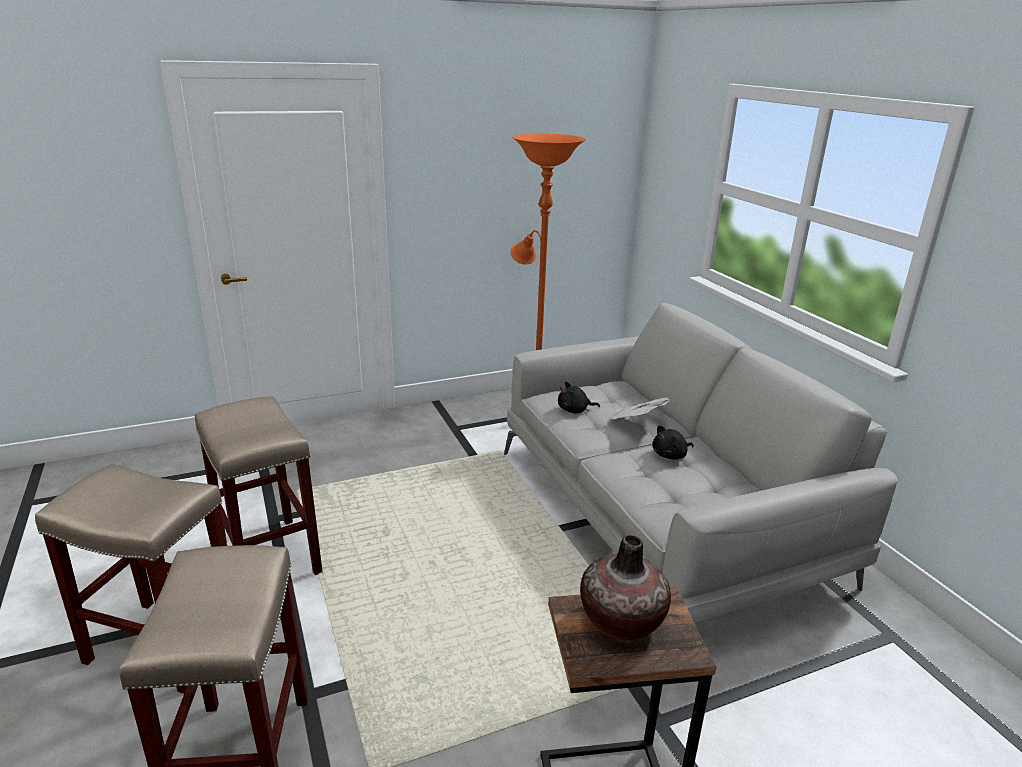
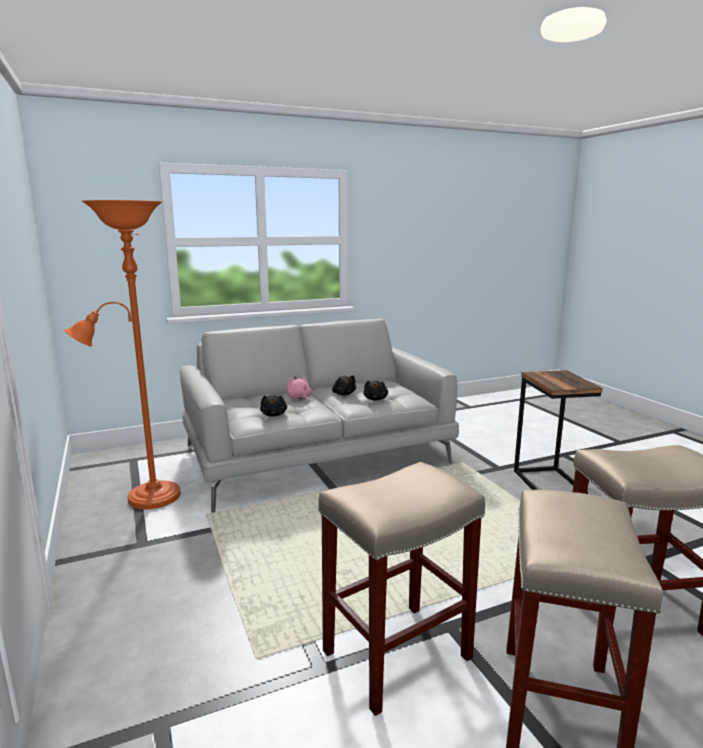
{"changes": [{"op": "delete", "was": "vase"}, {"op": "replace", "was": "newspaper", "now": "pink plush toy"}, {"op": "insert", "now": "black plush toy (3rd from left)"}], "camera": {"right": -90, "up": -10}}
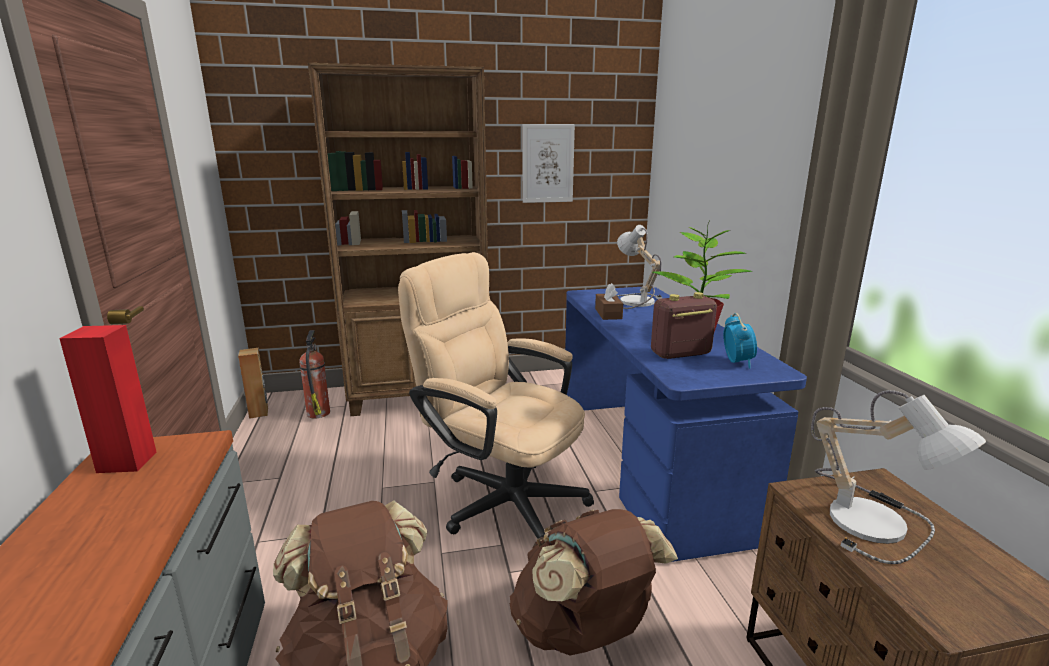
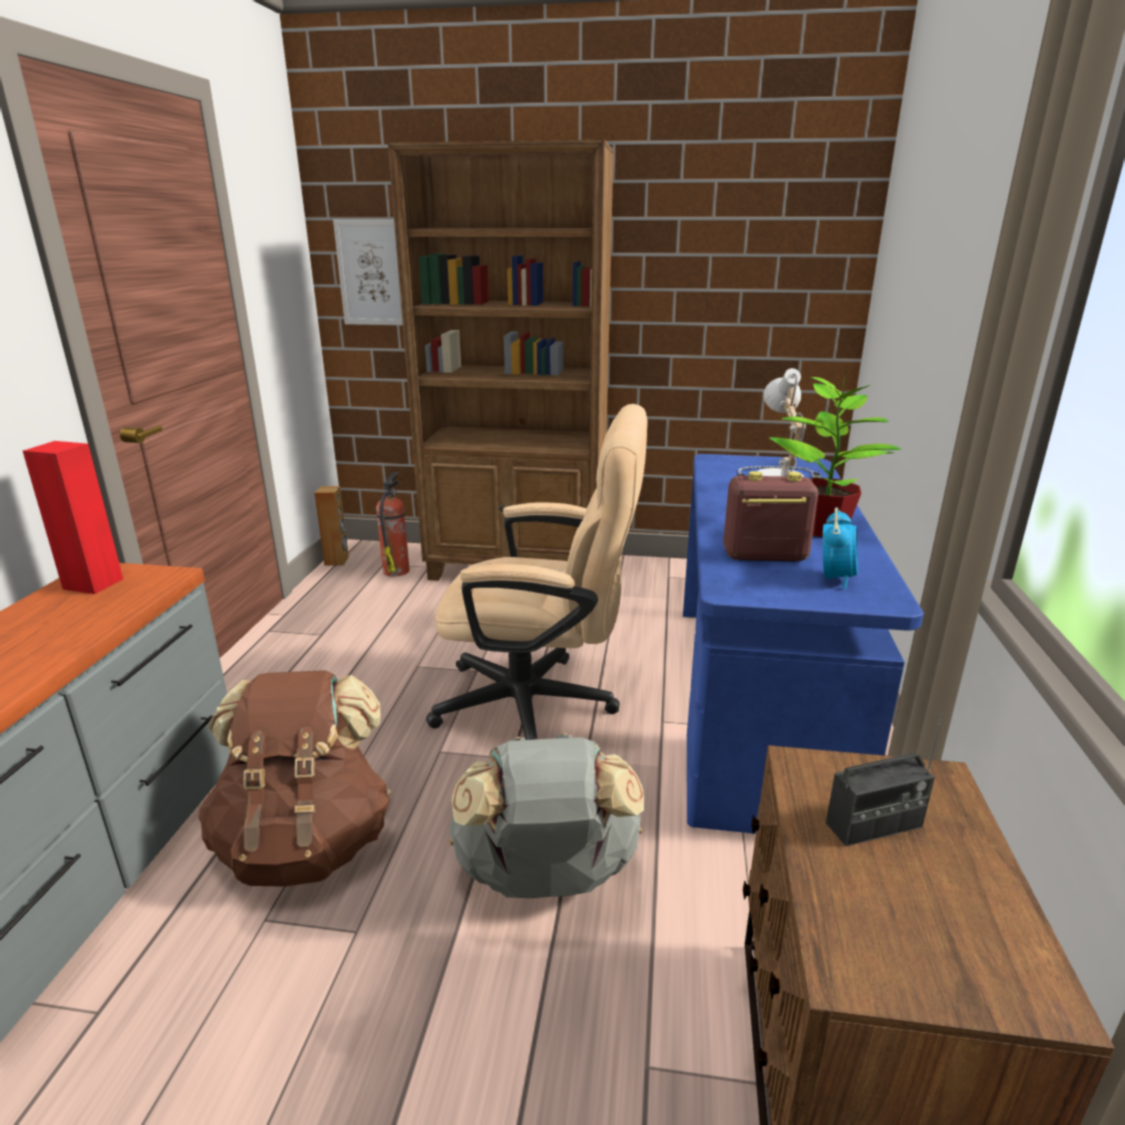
{"changes": [{"op": "rotate", "was": "beige office chair", "clockwise": 135}, {"op": "recolor", "was": "brown backpack (2nd from left)", "now": "grey backpack"}, {"op": "move", "was": "picture"}, {"op": "delete", "was": "brown tissue box"}, {"op": "replace", "was": "table lamp (2nd from left)", "now": "radio (2nd from left)"}], "camera": {"right": 20, "up": 5}}
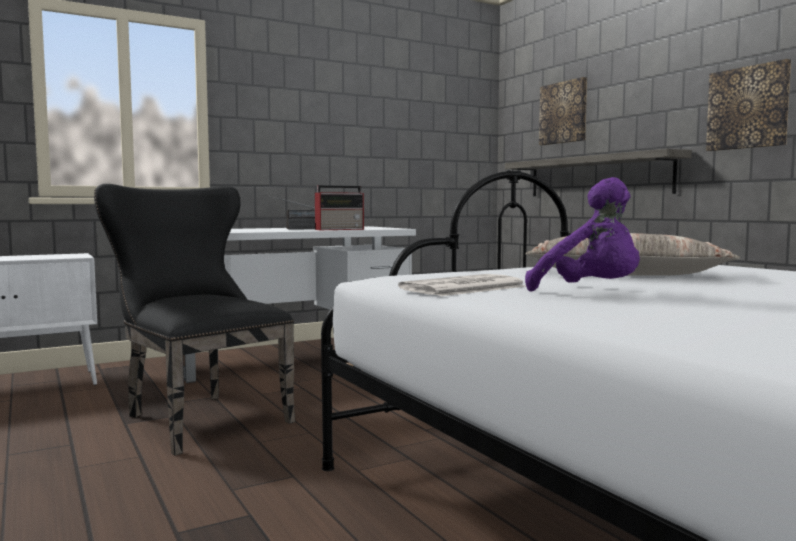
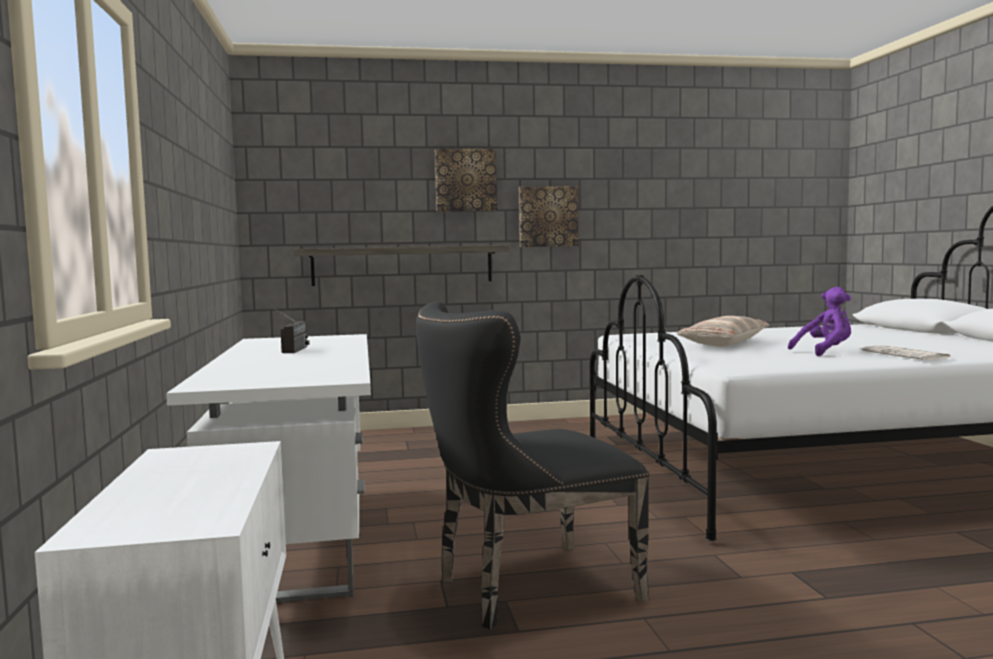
{"changes": [{"op": "delete", "was": "radio (2nd from left)"}, {"op": "move", "was": "newspaper"}, {"op": "move", "was": "picture (1st from left)"}], "camera": {"right": -70, "up": 0}}
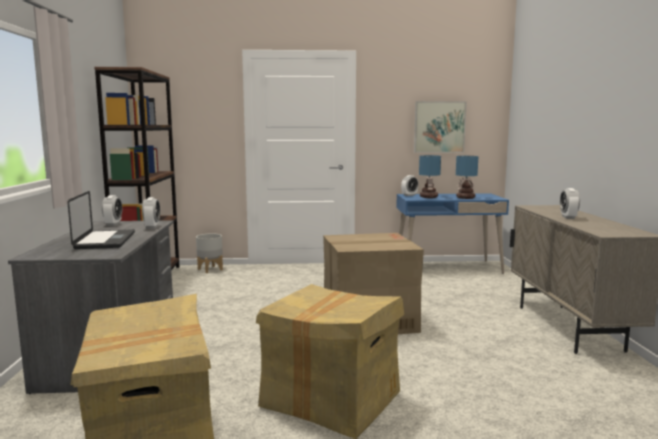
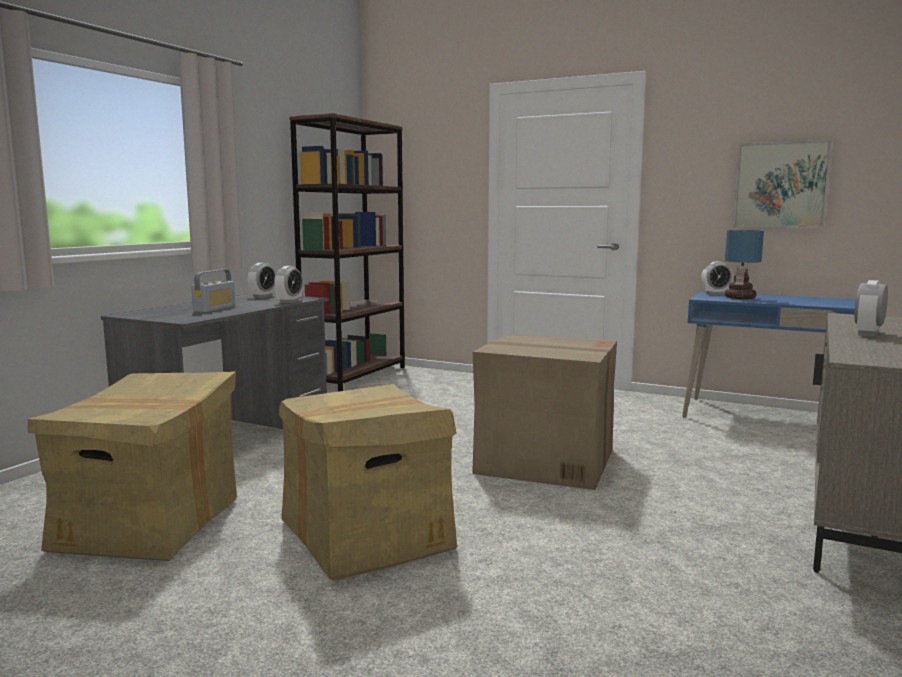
{"changes": [{"op": "replace", "was": "laptop", "now": "radio"}, {"op": "delete", "was": "grey planter"}, {"op": "delete", "was": "table lamp (2nd from left)"}], "camera": {"right": 30, "up": 0}}
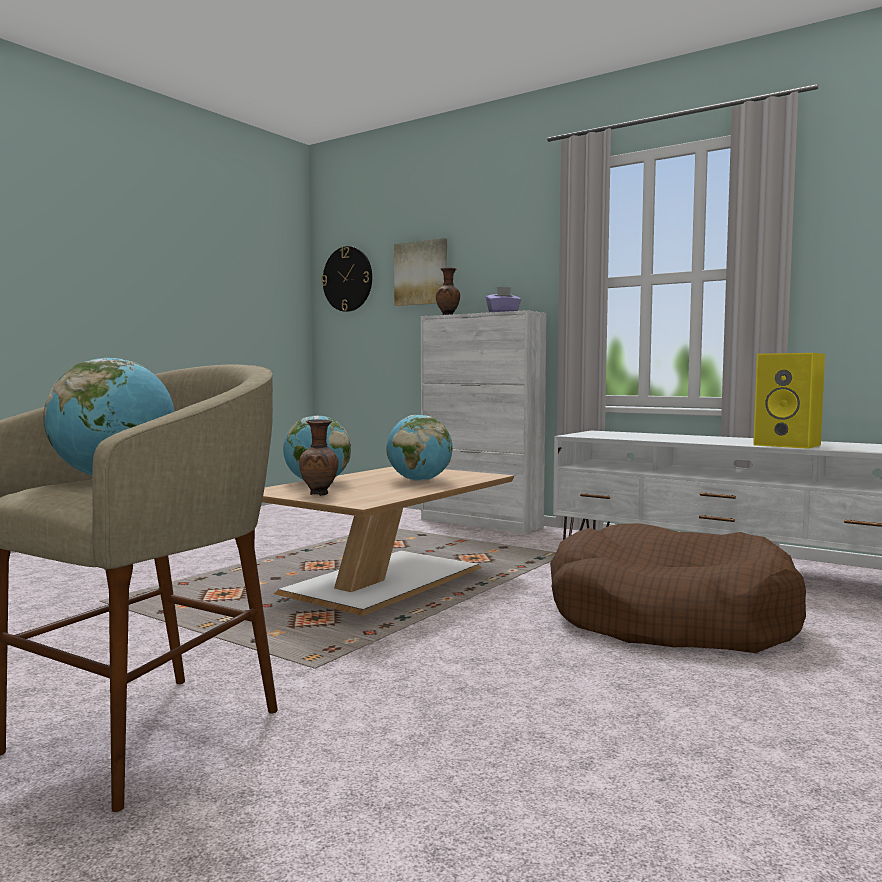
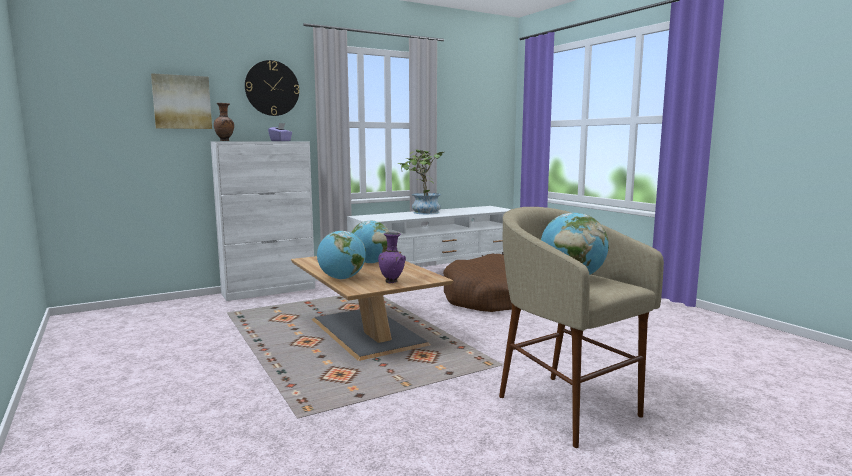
{"changes": [{"op": "recolor", "was": "brown vase (1st from left)", "now": "purple vase"}, {"op": "move", "was": "wall clock"}, {"op": "delete", "was": "yellow speaker"}, {"op": "insert", "now": "potted plant"}], "camera": {"right": -65, "up": 5}}
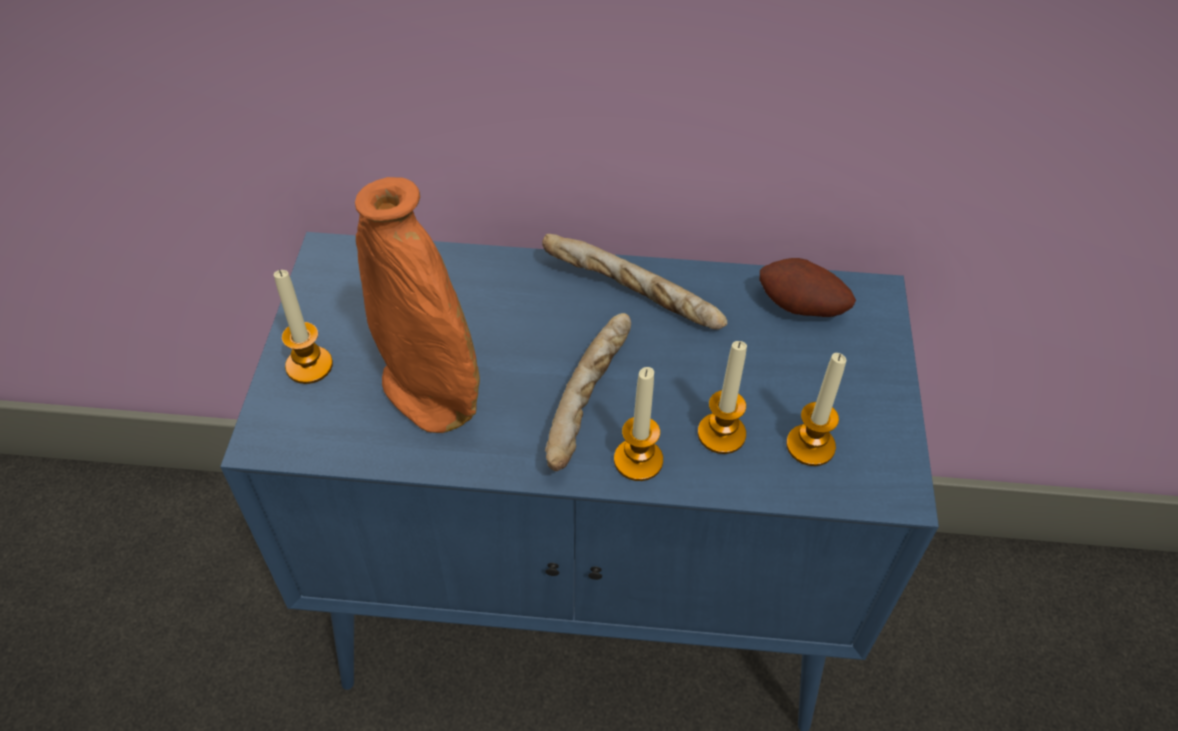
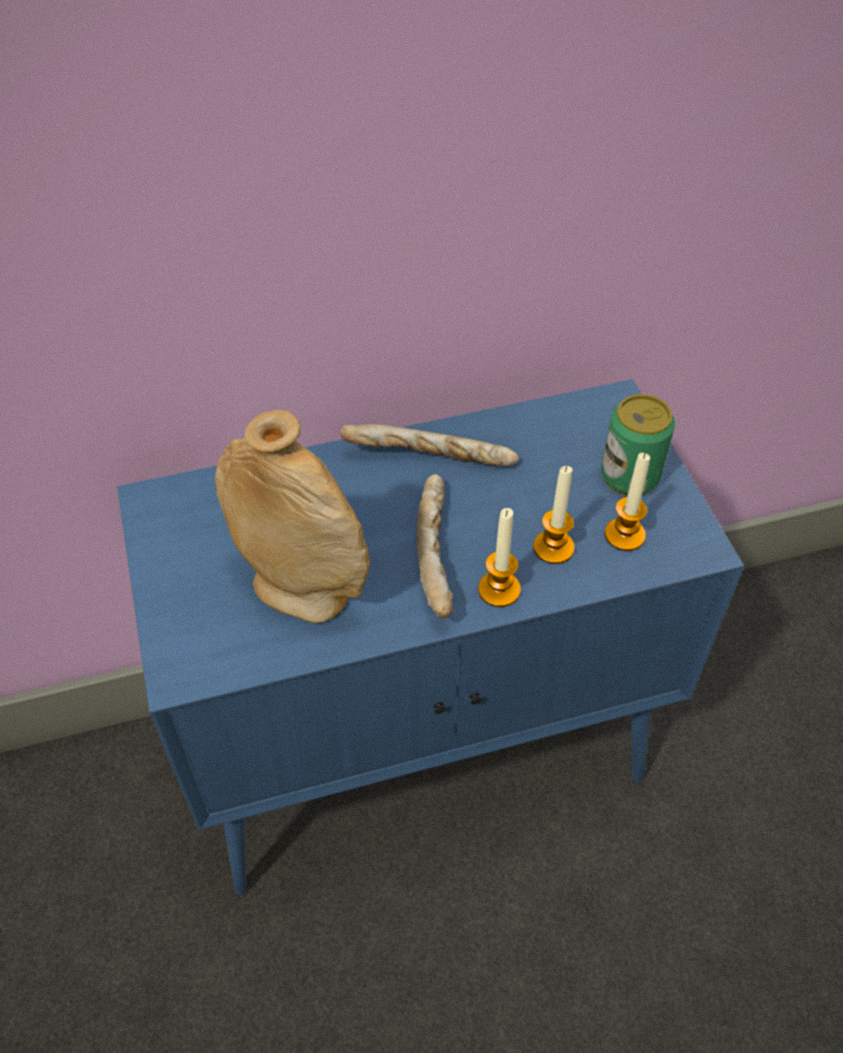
{"changes": [{"op": "delete", "was": "candle (1st from left)"}, {"op": "recolor", "was": "orange vase", "now": "beige vase"}, {"op": "delete", "was": "potato"}, {"op": "insert", "now": "can"}], "camera": {"right": -20, "up": 0}}
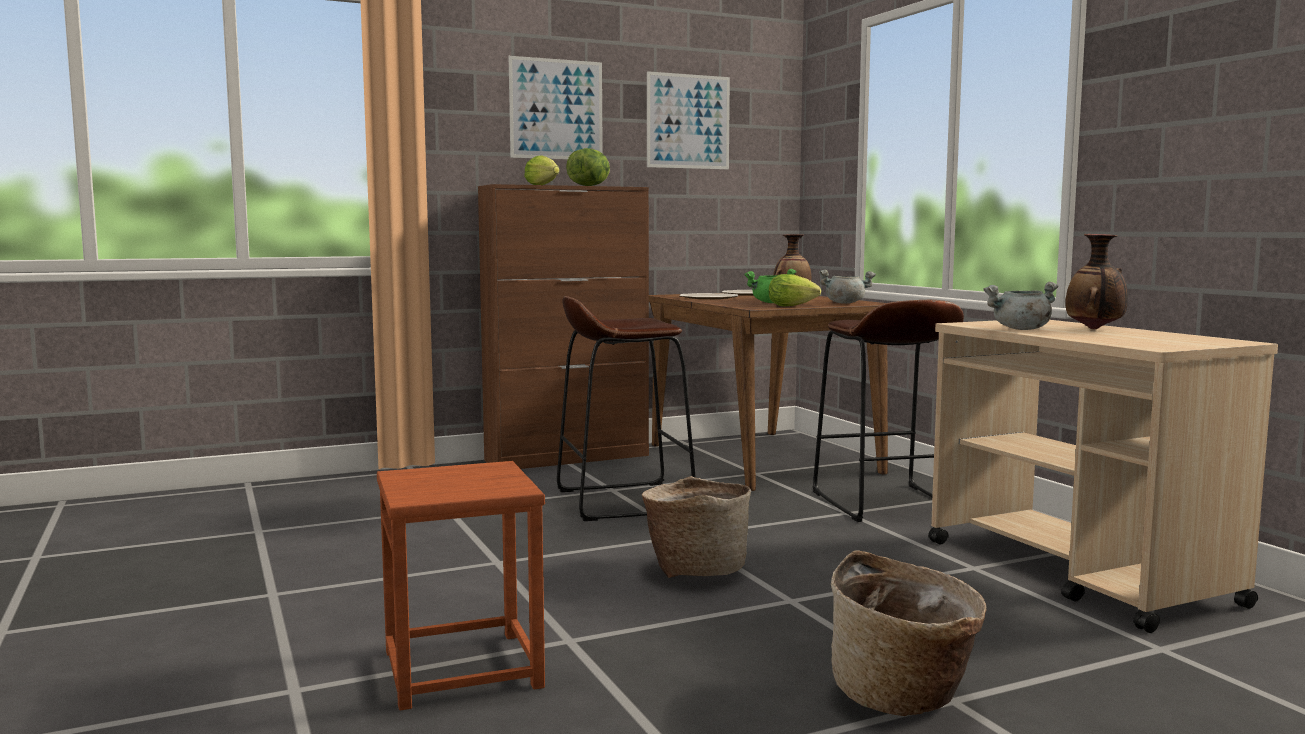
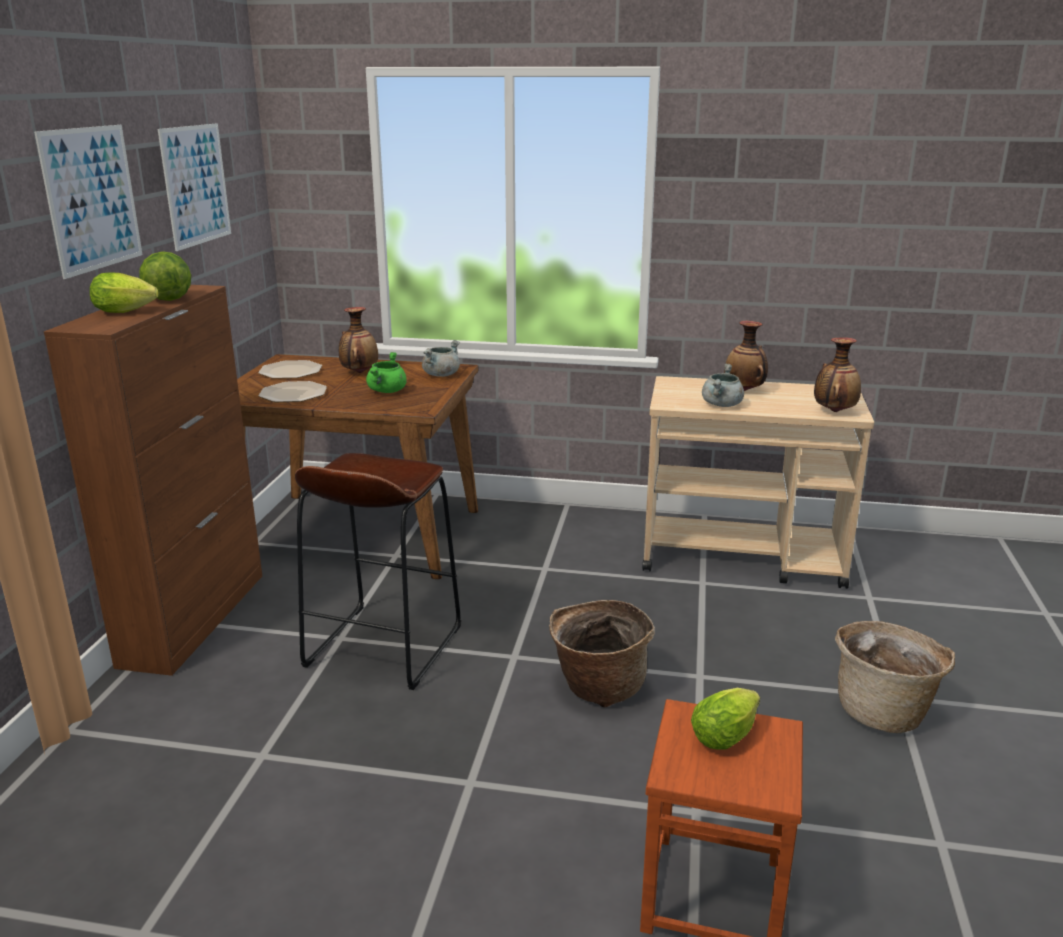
{"changes": [{"op": "move", "was": "lettuce (3rd from left)"}, {"op": "delete", "was": "brown stool (3rd from left)"}, {"op": "insert", "now": "vase (3rd from left)"}], "camera": {"right": -55, "up": 15}}
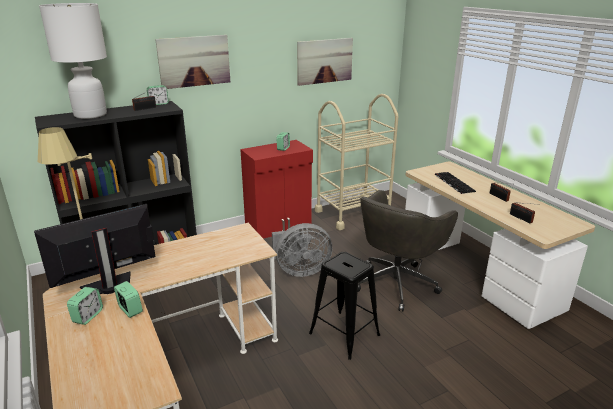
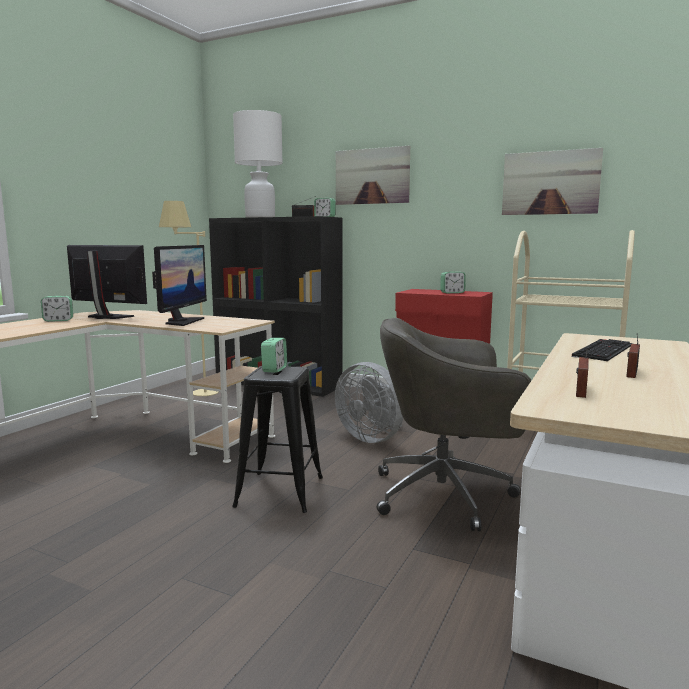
{"changes": [{"op": "move", "was": "alarm clock (2nd from left)"}, {"op": "insert", "now": "monitor (2nd from left)"}], "camera": {"right": 55, "up": -15}}
